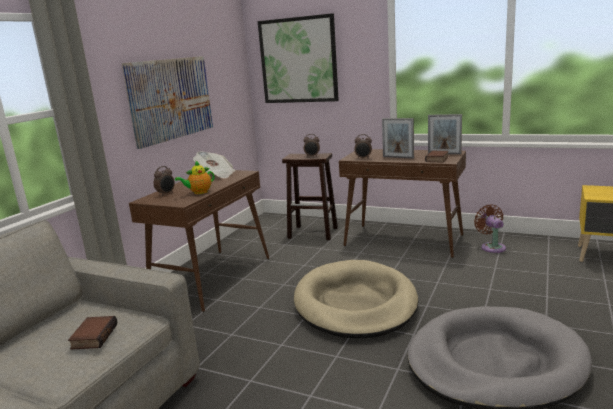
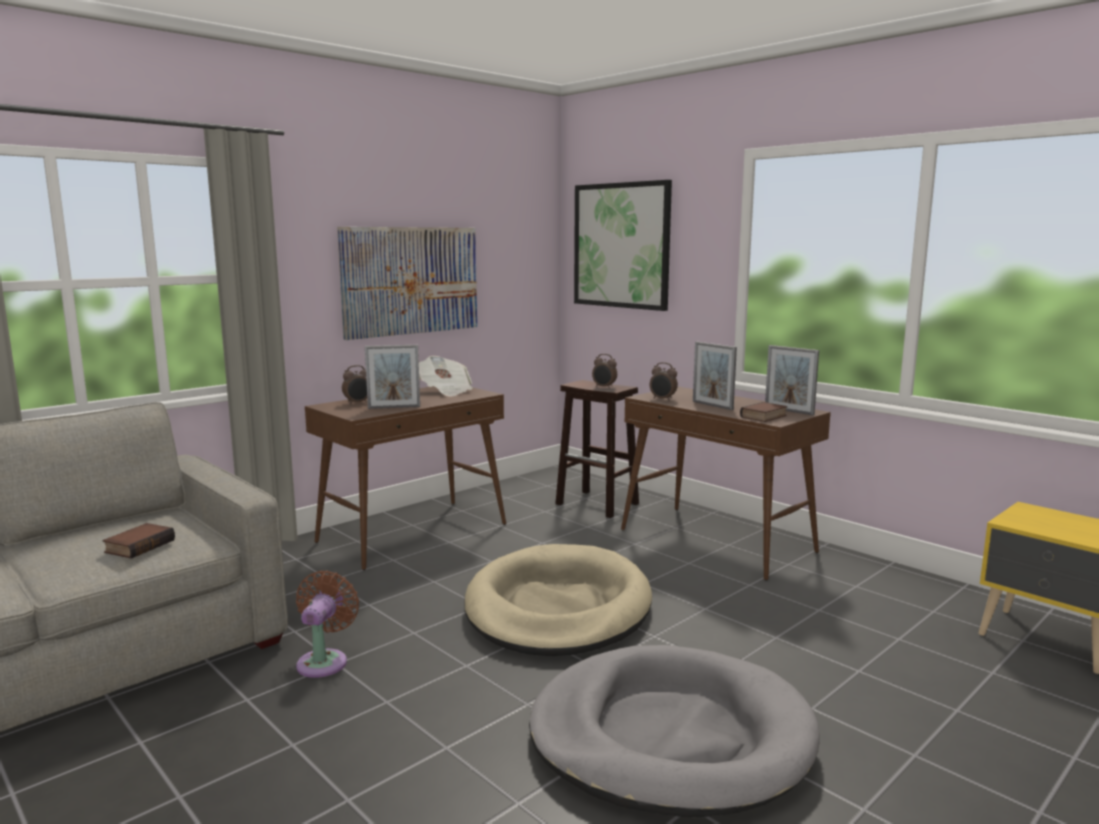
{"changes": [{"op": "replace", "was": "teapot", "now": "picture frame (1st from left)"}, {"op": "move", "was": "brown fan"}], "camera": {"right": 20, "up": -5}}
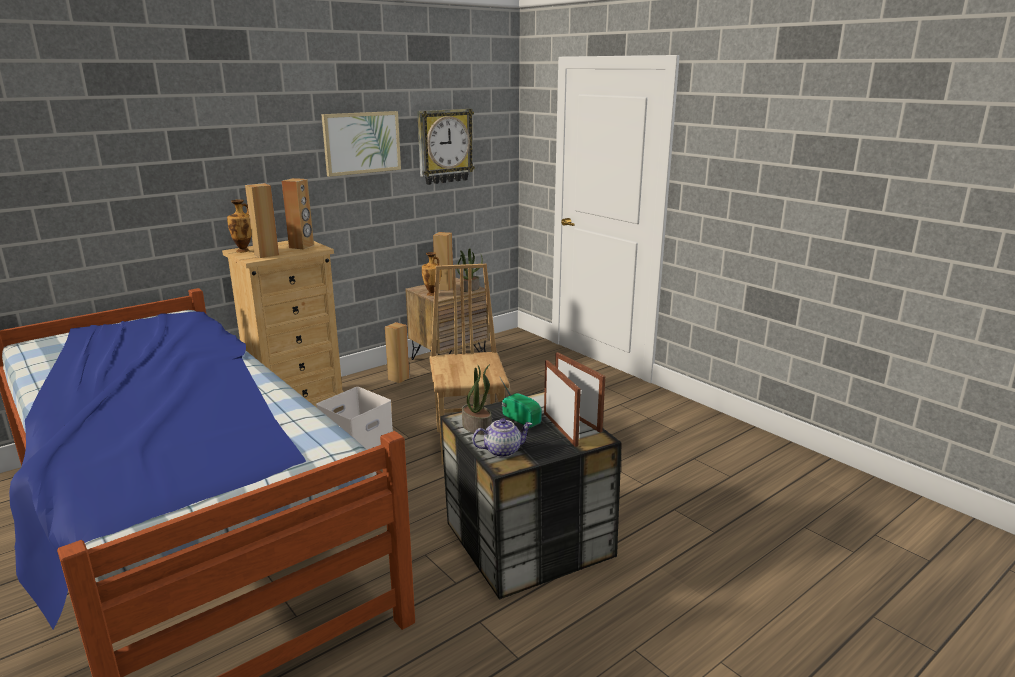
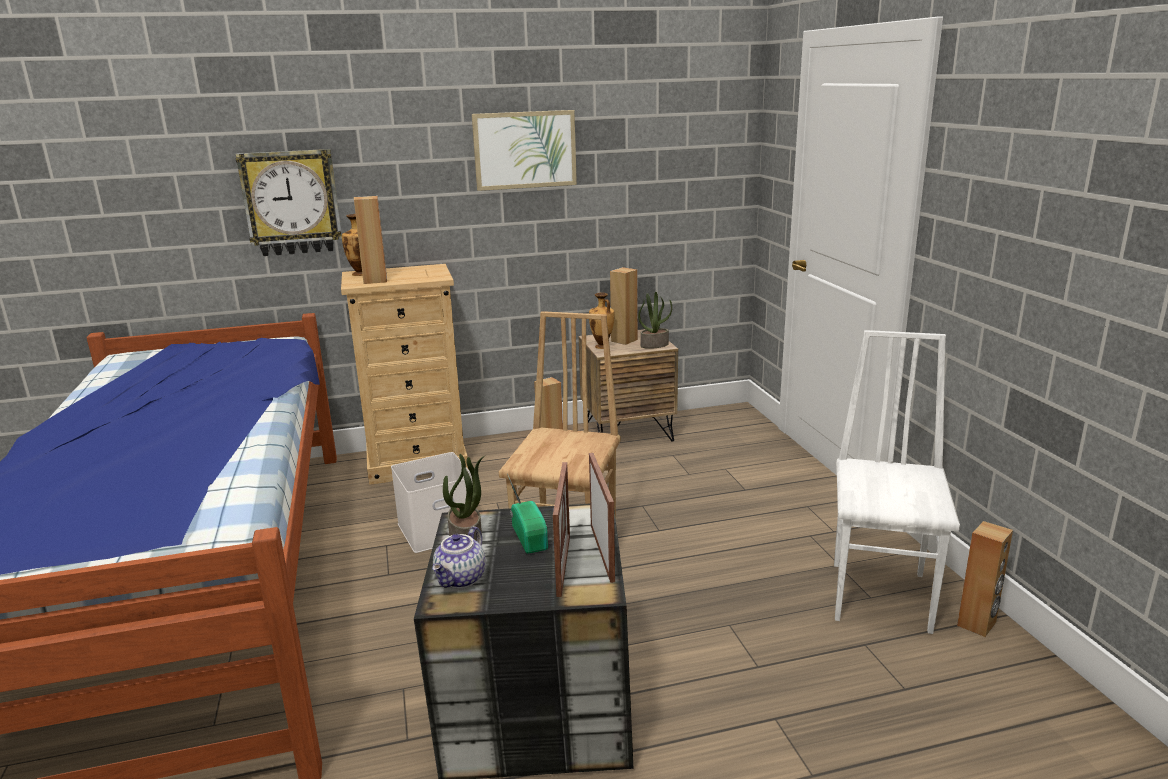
{"changes": [{"op": "move", "was": "brown speaker (2nd from left in the first image)", "now": "brown speaker (4th from left)"}, {"op": "move", "was": "wall clock"}, {"op": "rotate", "was": "teapot", "clockwise": 105}, {"op": "insert", "now": "white chair"}], "camera": {"right": 25, "up": 0}}
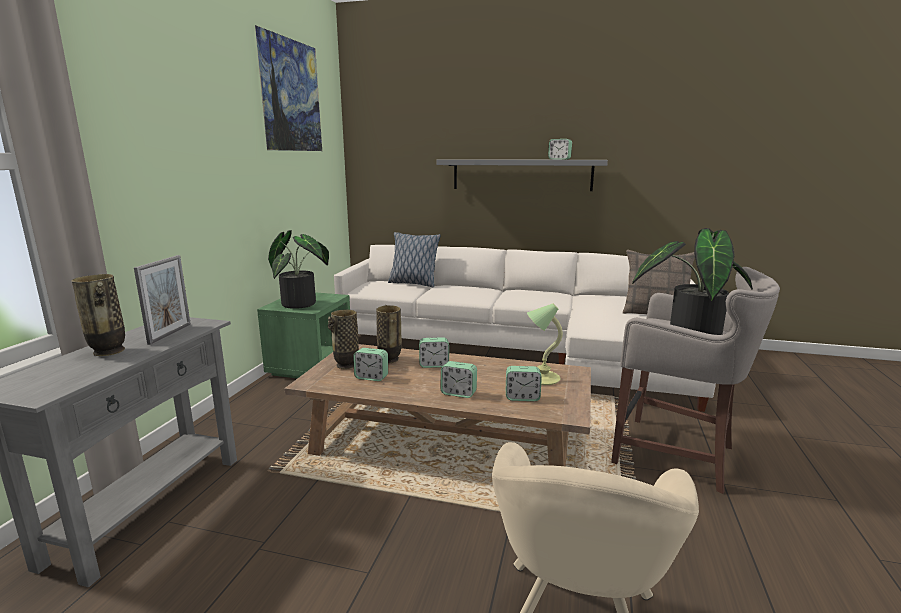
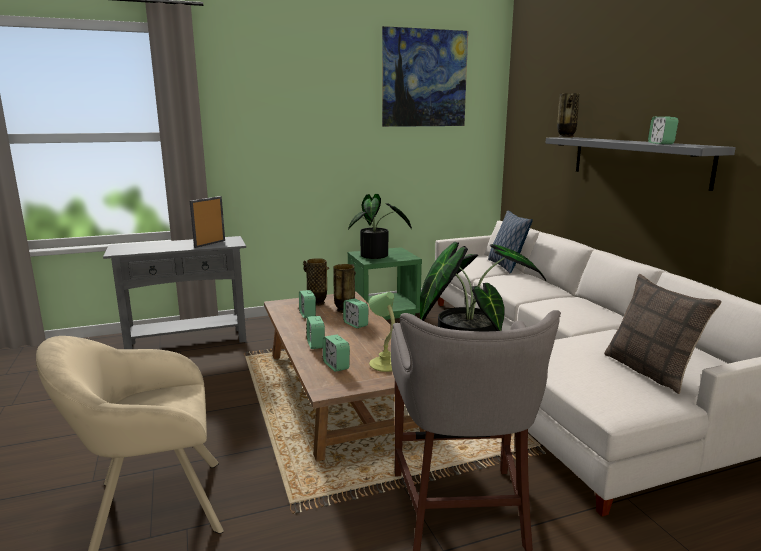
{"changes": [{"op": "move", "was": "vase (1st from left in the first image)", "now": "vase (3rd from left)"}, {"op": "rotate", "was": "picture frame", "clockwise": 150}], "camera": {"right": 55, "up": 0}}
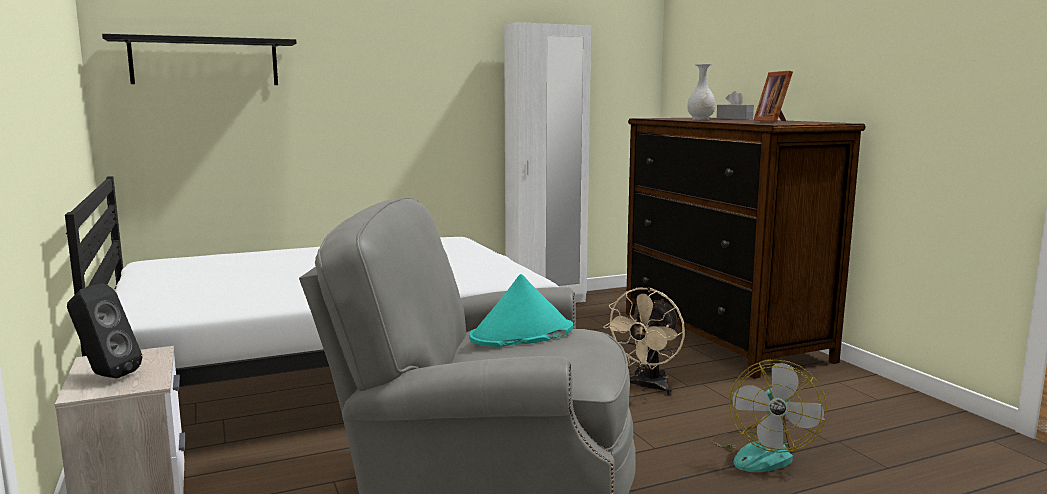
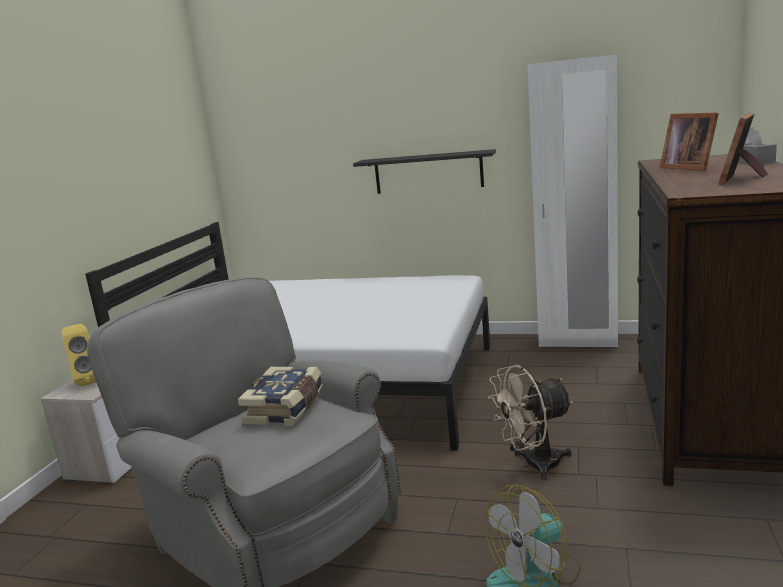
{"changes": [{"op": "recolor", "was": "black speaker", "now": "yellow speaker"}, {"op": "move", "was": "black shelf"}, {"op": "replace", "was": "turquoise hat", "now": "book"}, {"op": "replace", "was": "white vase", "now": "picture frame (1st from left)"}], "camera": {"right": 40, "up": 5}}
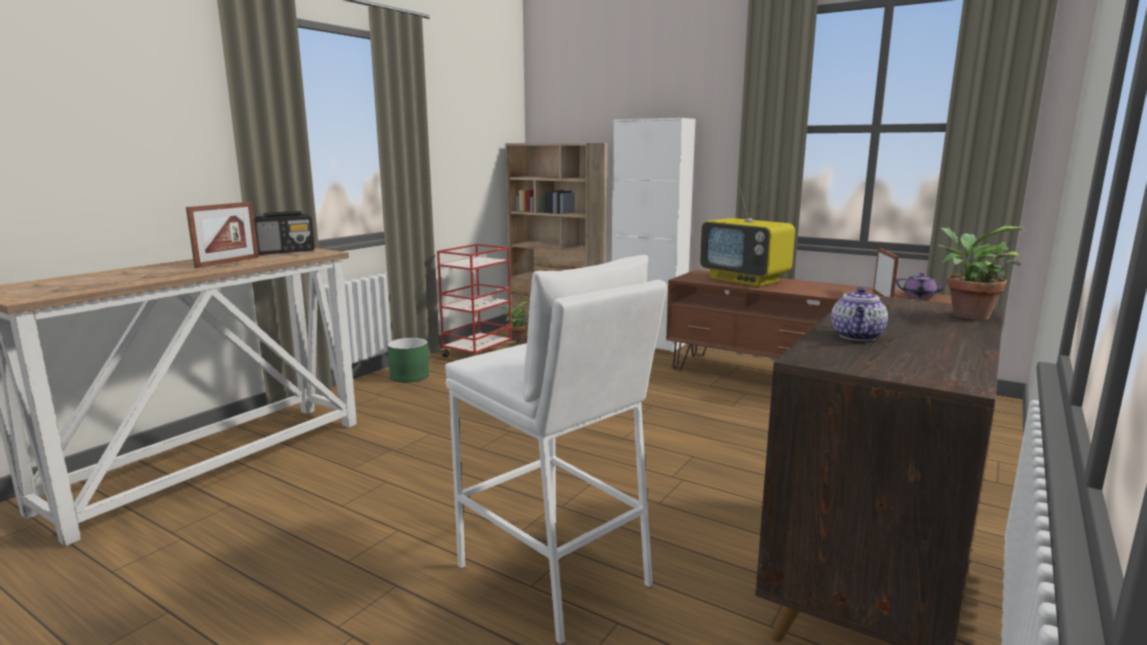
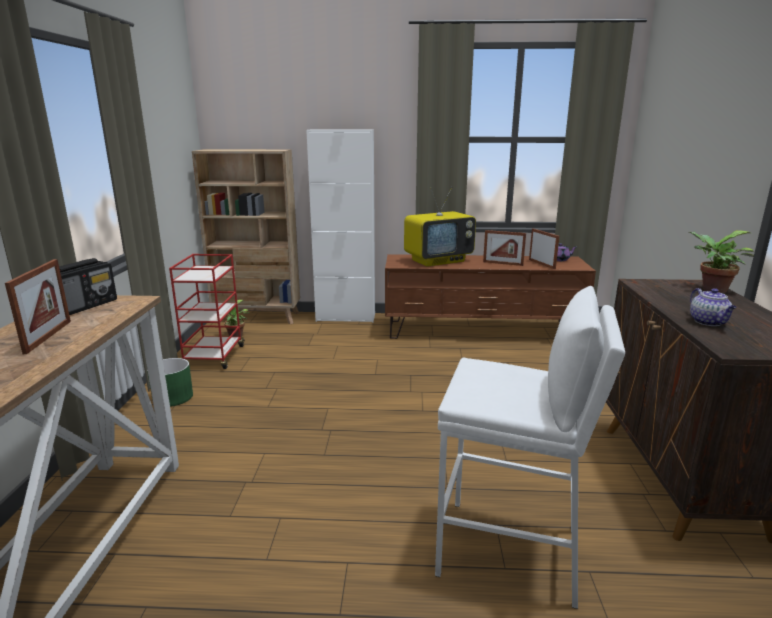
{"changes": [{"op": "rotate", "was": "television", "clockwise": -45}, {"op": "insert", "now": "picture frame (2nd from left)"}], "camera": {"right": -30, "up": 5}}
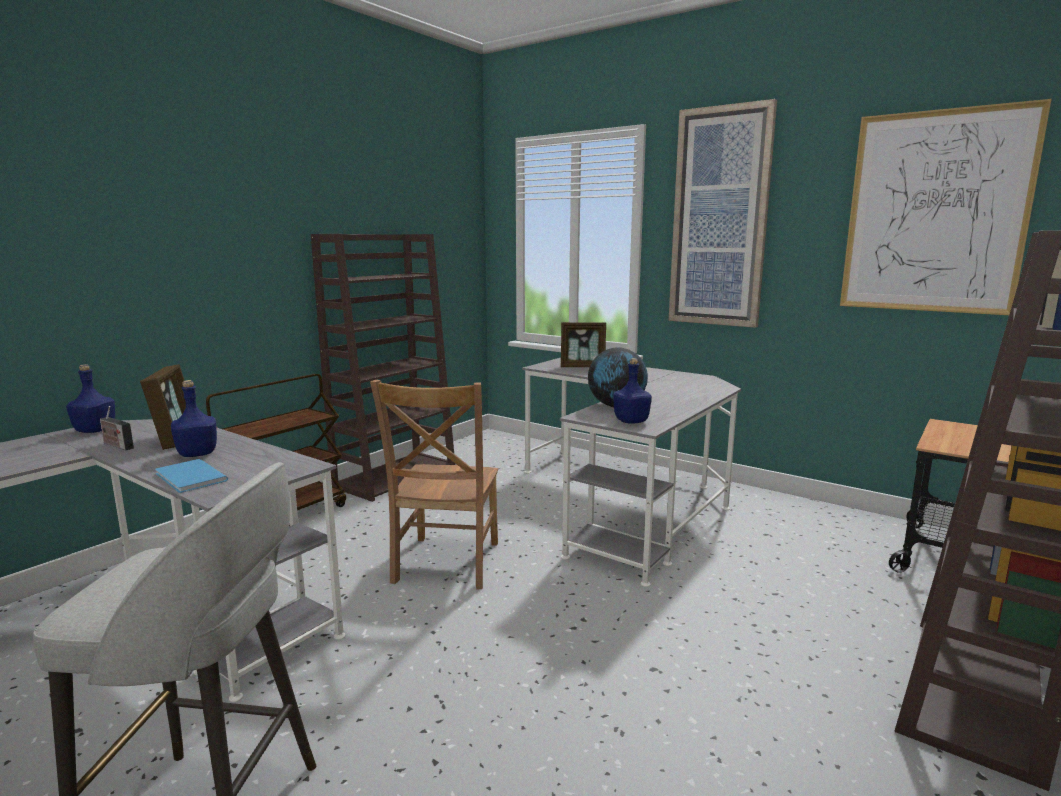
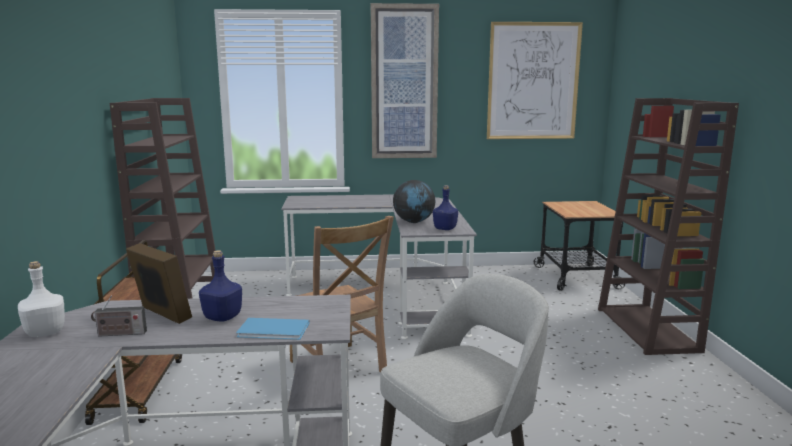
{"changes": [{"op": "recolor", "was": "blue bottle (1st from left)", "now": "white bottle"}, {"op": "delete", "was": "picture frame (2nd from left)"}], "camera": {"right": -40, "up": 0}}
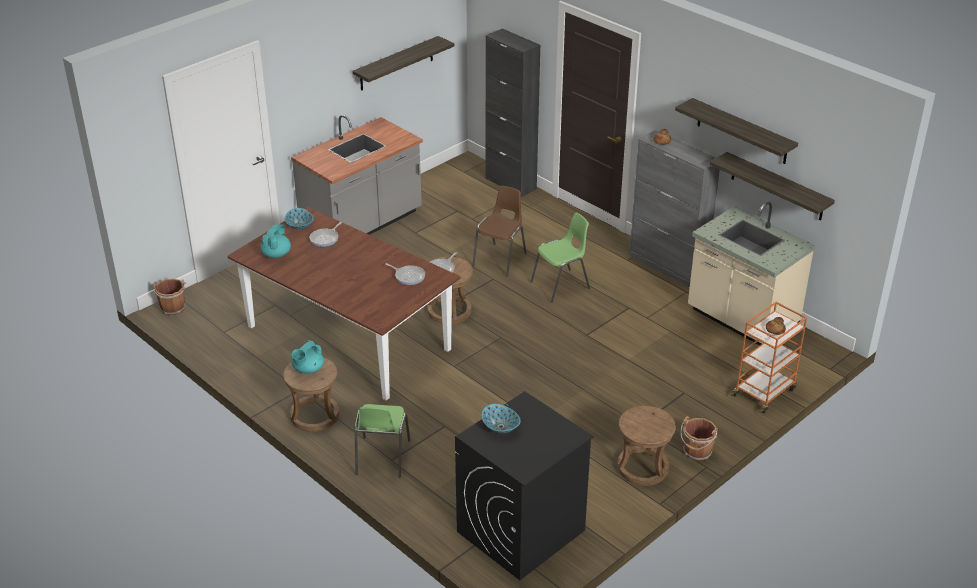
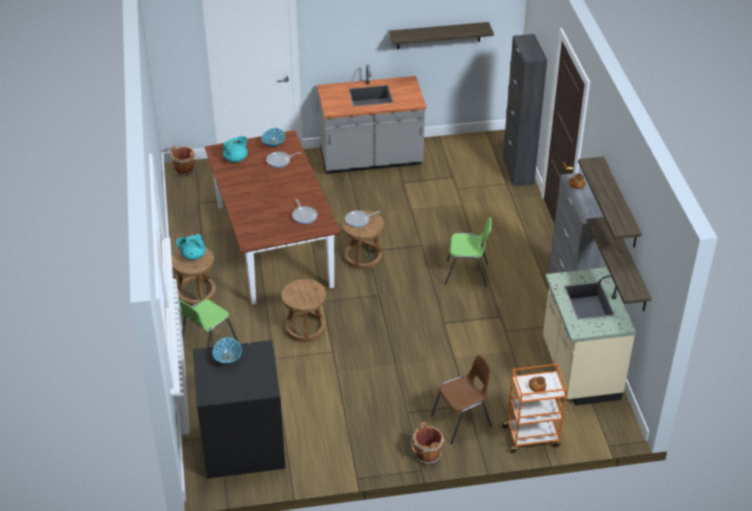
{"changes": [{"op": "move", "was": "brown chair"}, {"op": "move", "was": "brown stool (3rd from left in the first image)", "now": "brown stool (2nd from left)"}], "camera": {"right": 35, "up": 5}}
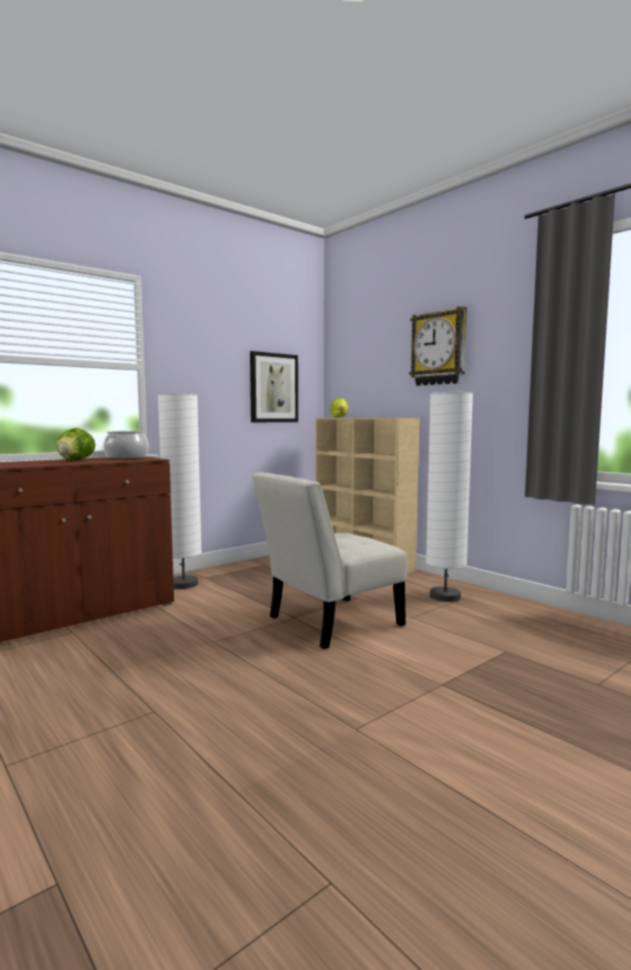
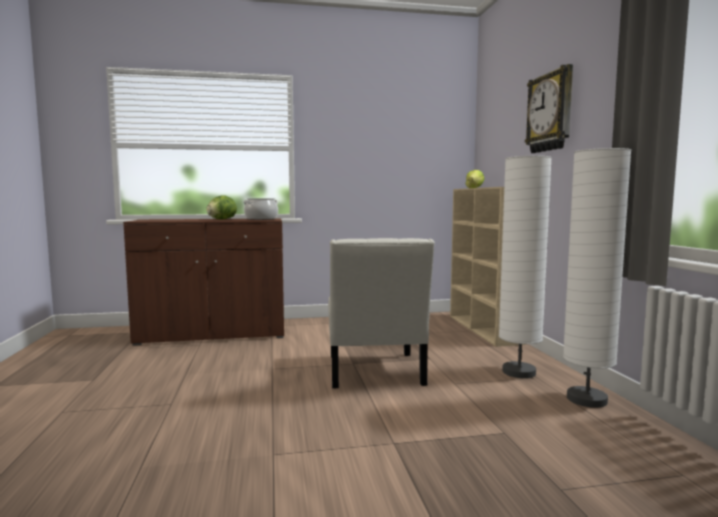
{"changes": [{"op": "move", "was": "white floor lamp (1st from left in the first image)", "now": "white floor lamp (2nd from left)"}, {"op": "delete", "was": "picture"}, {"op": "rotate", "was": "white chair", "clockwise": -90}], "camera": {"right": 30, "up": 0}}
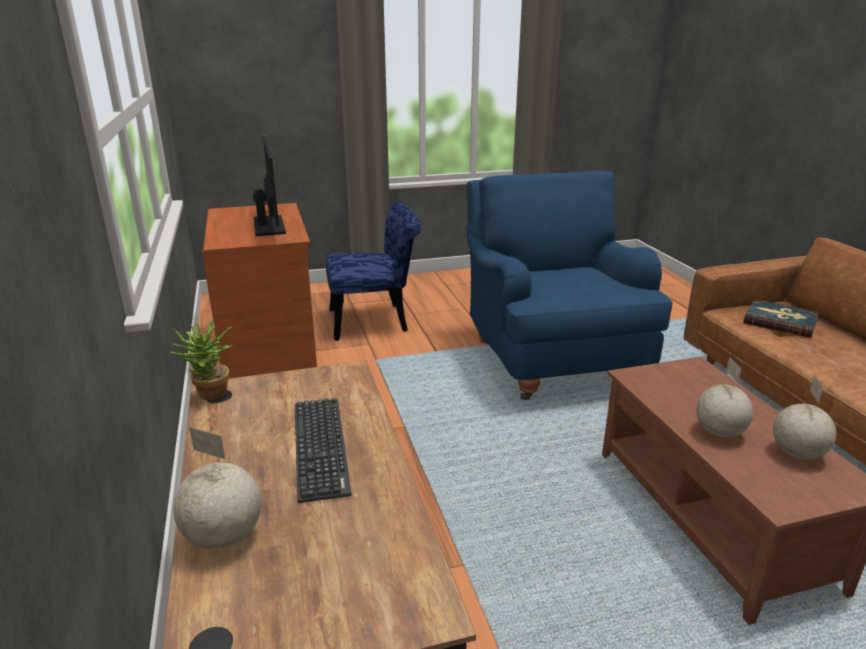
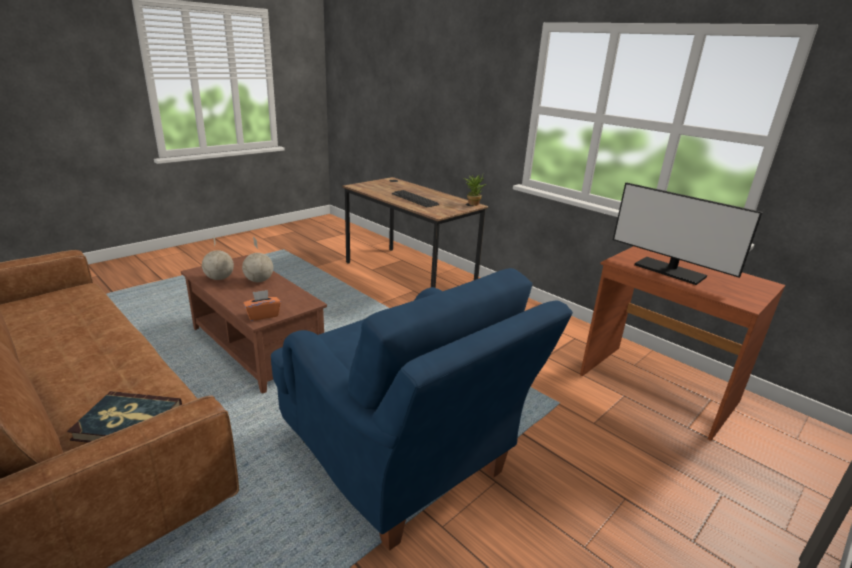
{"changes": [{"op": "delete", "was": "globe (1st from left)"}, {"op": "delete", "was": "blue chair"}, {"op": "insert", "now": "orange tissue box"}], "camera": {"right": 150, "up": 0}}
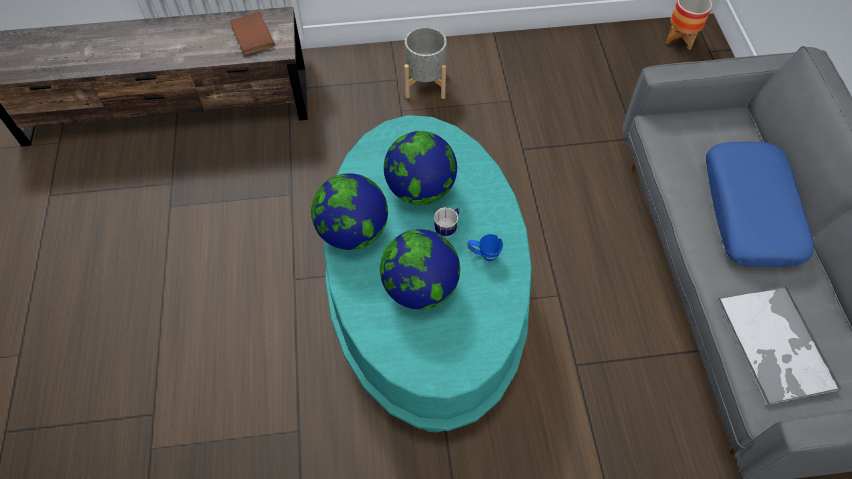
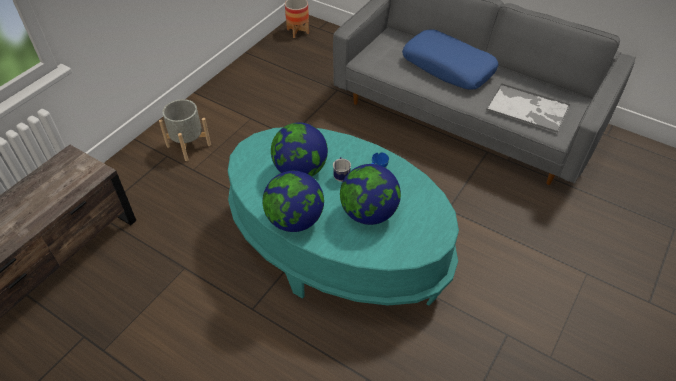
{"changes": [{"op": "delete", "was": "brown book"}], "camera": {"right": -50, "up": -10}}
